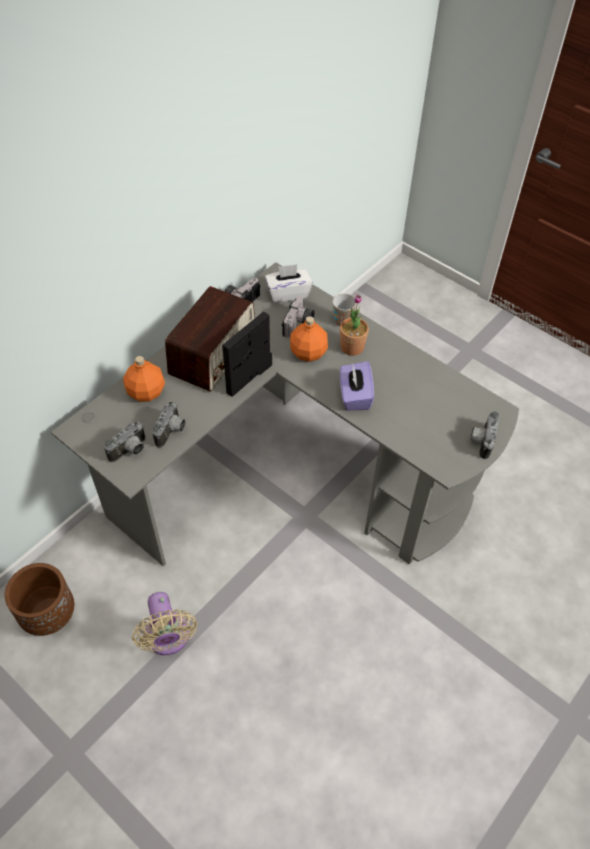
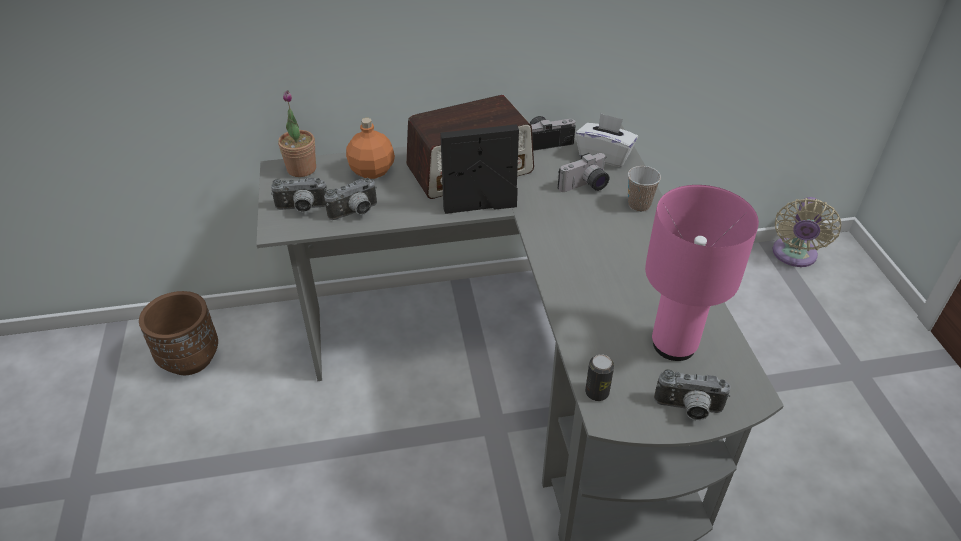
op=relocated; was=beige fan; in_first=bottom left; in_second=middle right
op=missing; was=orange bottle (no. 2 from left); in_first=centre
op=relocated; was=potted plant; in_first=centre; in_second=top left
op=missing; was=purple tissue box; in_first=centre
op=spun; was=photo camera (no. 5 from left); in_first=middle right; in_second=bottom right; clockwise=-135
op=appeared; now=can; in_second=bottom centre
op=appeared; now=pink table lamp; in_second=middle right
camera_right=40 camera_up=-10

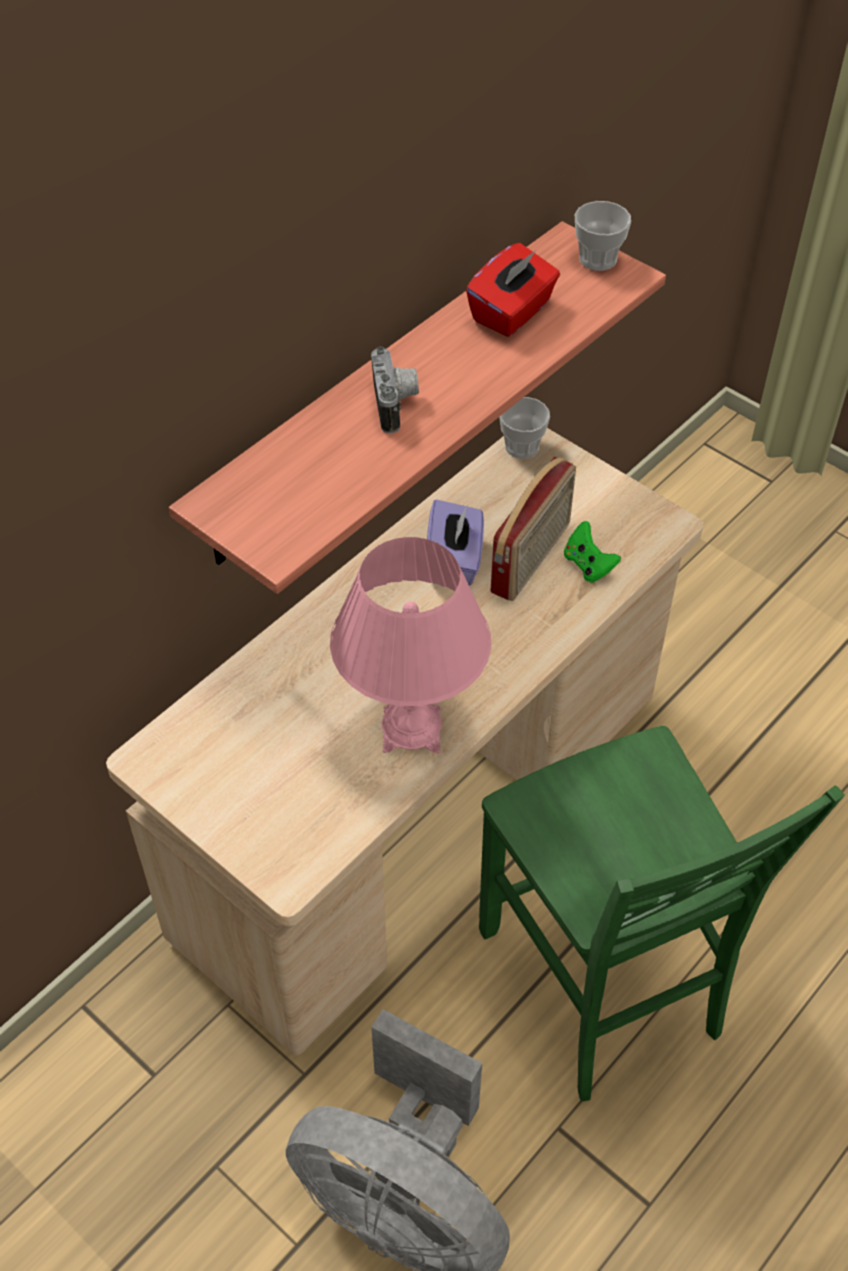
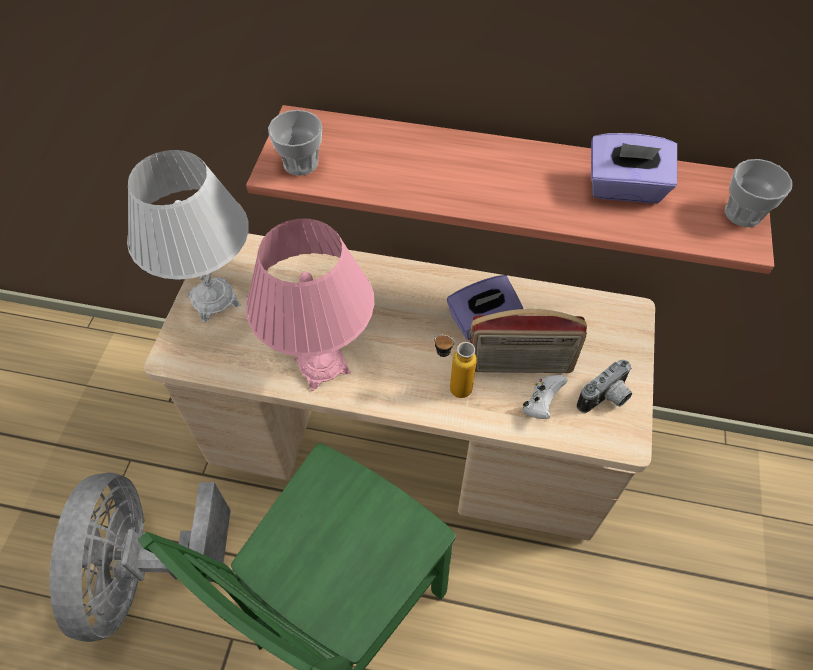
op=relocated; was=photo camera; in_first=top centre; in_second=middle right
op=colour; was=red tissue box; now=purple tissue box (no. 2 from left); in_first=top centre; in_second=top right
op=relocated; was=cup (no. 1 from left); in_first=centre; in_second=top centre
op=colour; was=green game controller; now=white game controller; in_first=middle right; in_second=middle right
op=appeared; now=white table lamp; in_second=middle left
op=appeared; now=bottle; in_second=centre
camera_right=60 camera_up=5

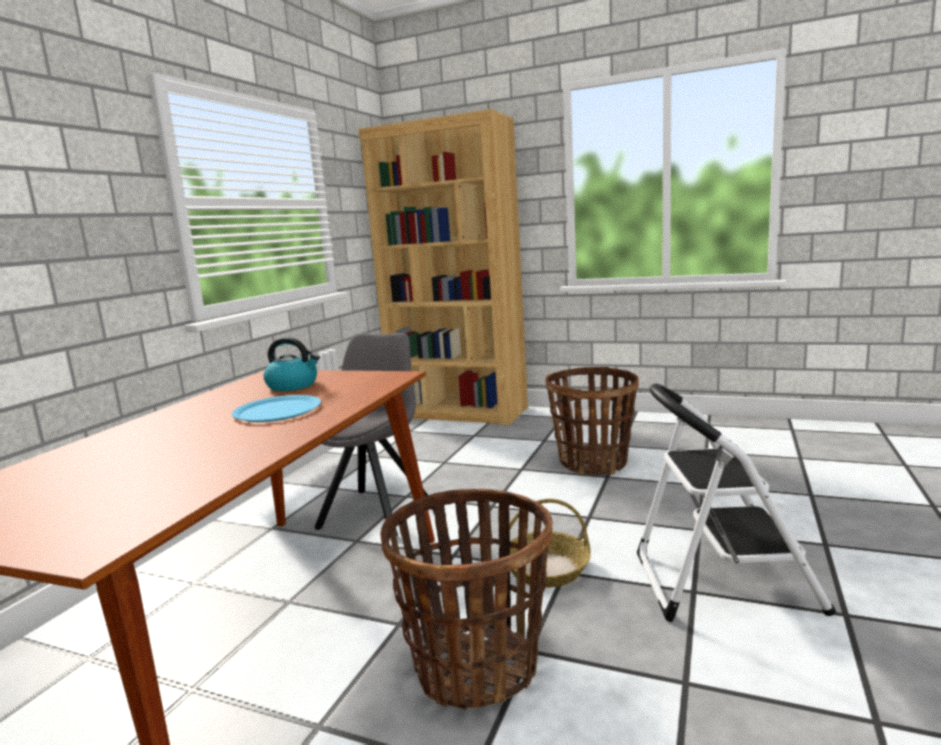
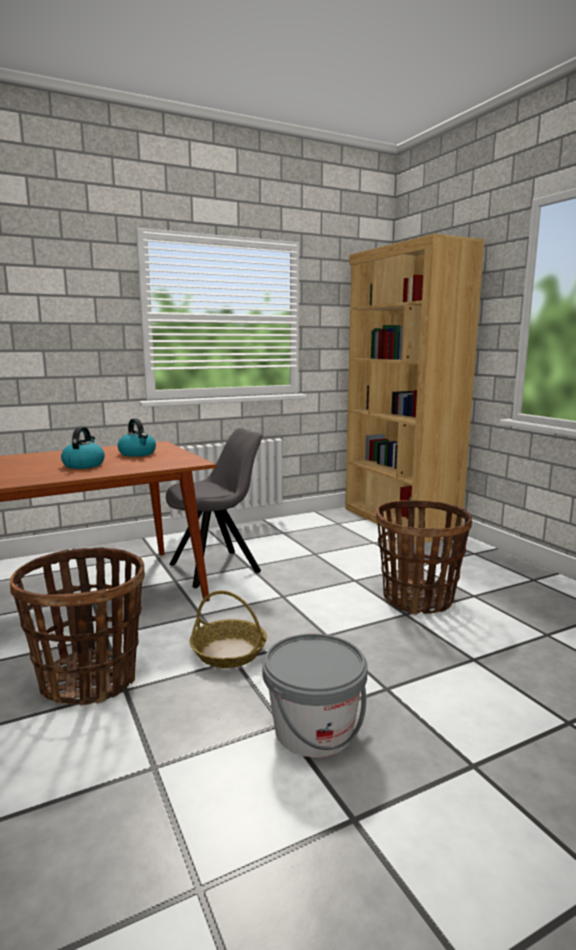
op=exchanged; was=blue plate; now=kettle (no. 1 from left); in_first=middle left; in_second=middle left
op=exchanged; was=step ladder; now=grey bucket; in_first=bottom right; in_second=bottom centre
camera_right=40 camera_up=0

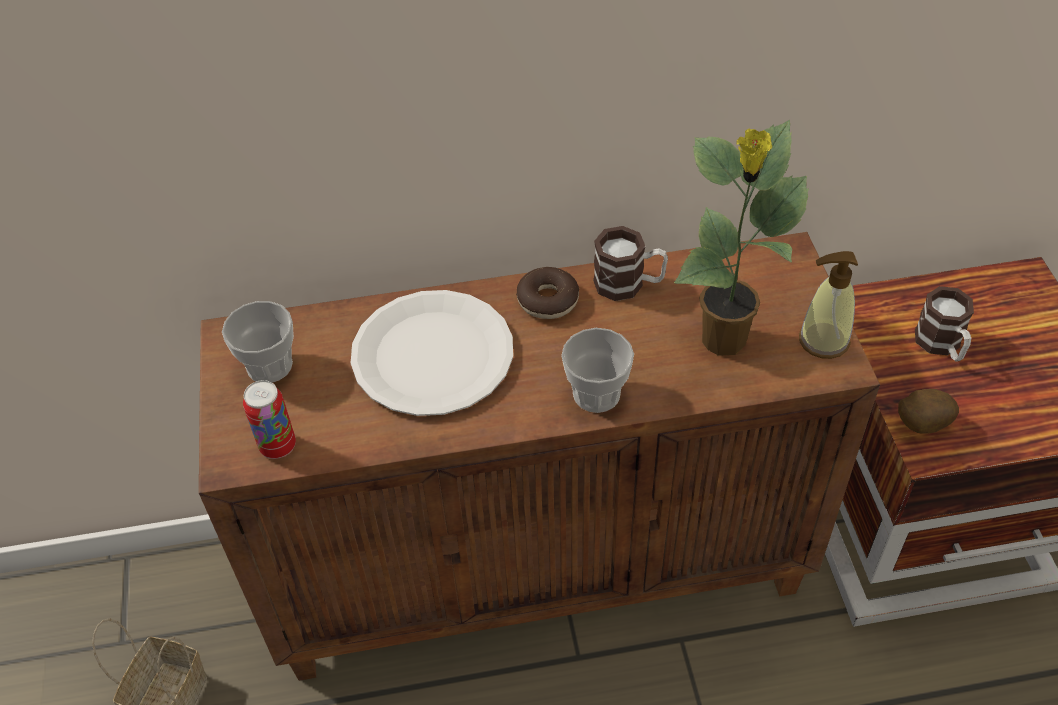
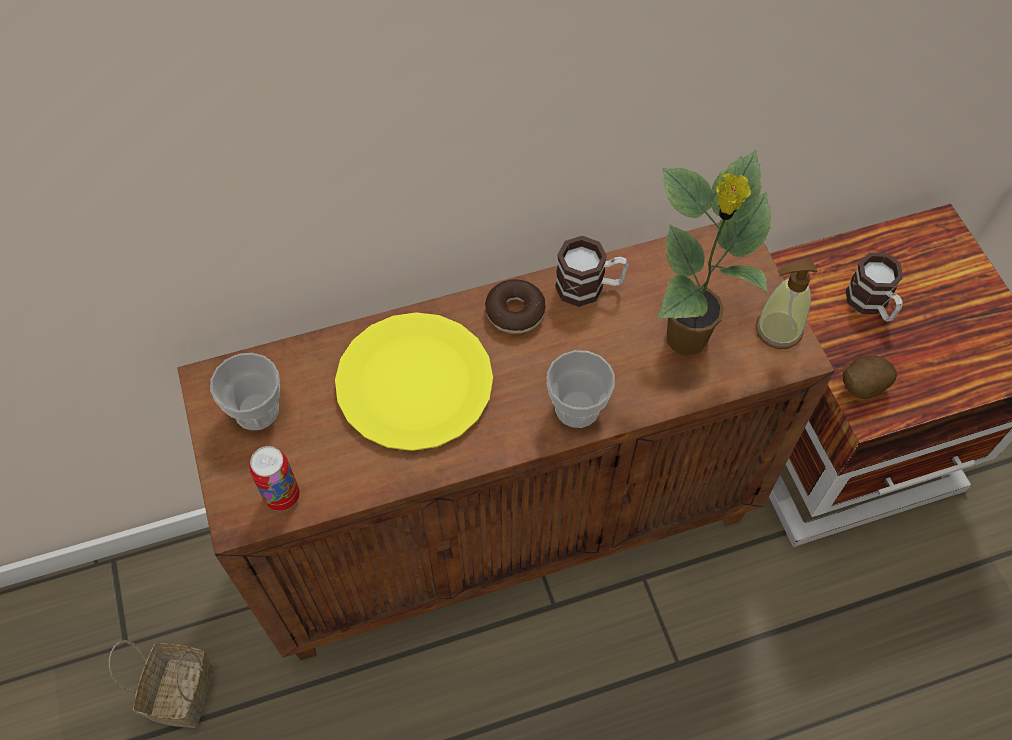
op=colour; was=white plate; now=yellow plate; in_first=centre; in_second=centre
camera_right=-10 camera_up=10

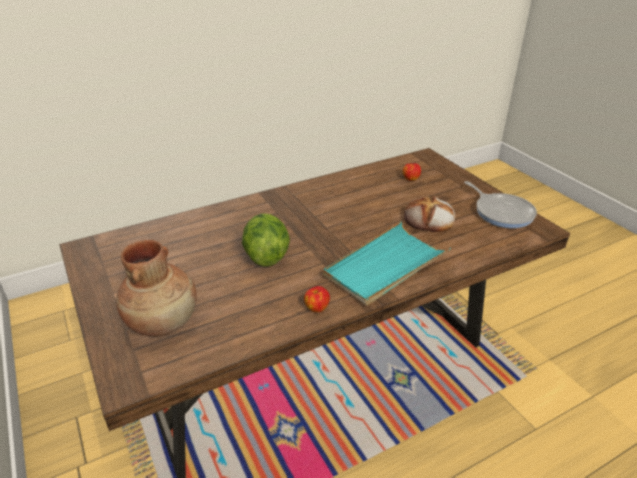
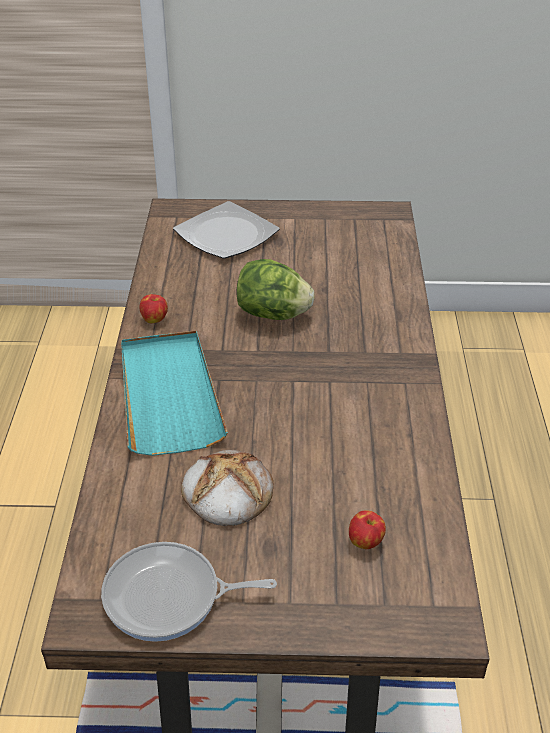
op=exchanged; was=brown vase; now=plate; in_first=middle left; in_second=top centre
camera_right=120 camera_up=5

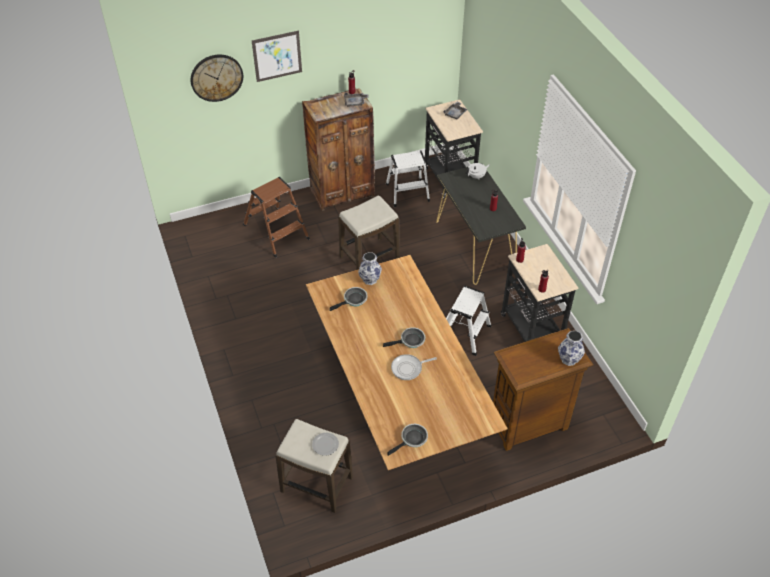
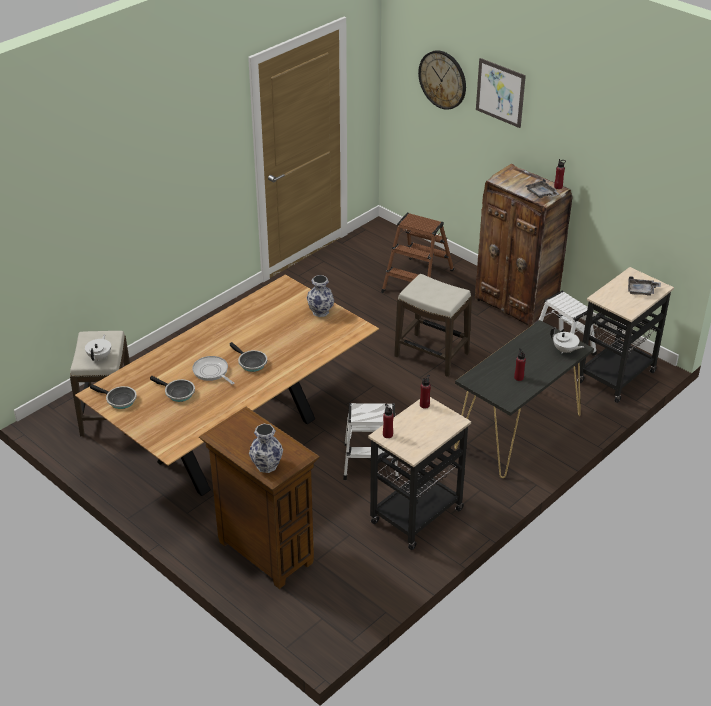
op=exchanged; was=plate; now=white teapot (no. 1 from left); in_first=bottom centre; in_second=middle left
op=relocated; was=frying pan (no. 1 from left in the first image); now=frying pan (no. 2 from left); in_first=centre; in_second=middle left
camera_right=65 camera_up=-10

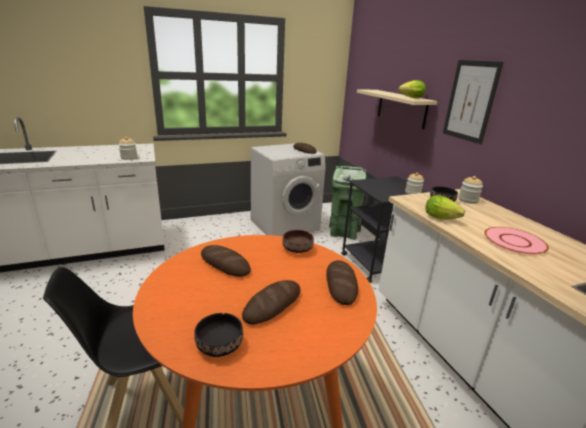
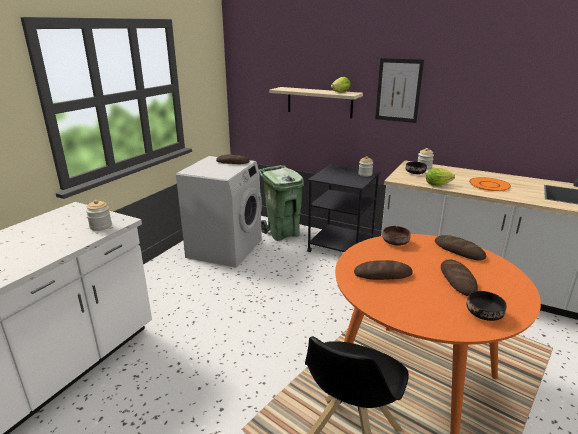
op=colour; was=pink plate; now=orange plate; in_first=middle right; in_second=middle right
camera_right=-40 camera_up=0

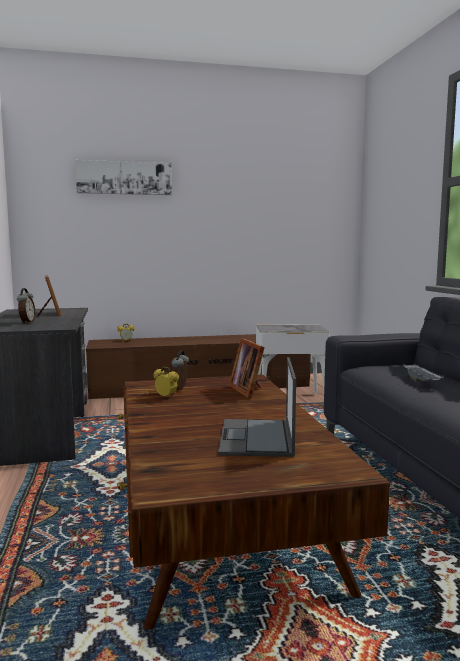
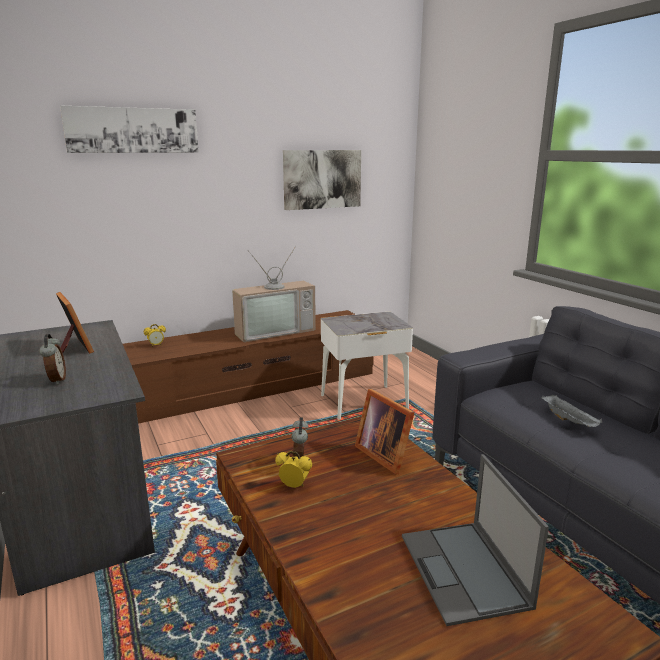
op=appeared; now=television; in_second=centre
op=appeared; now=picture (no. 2 from left); in_second=top centre
camera_right=-15 camera_up=10

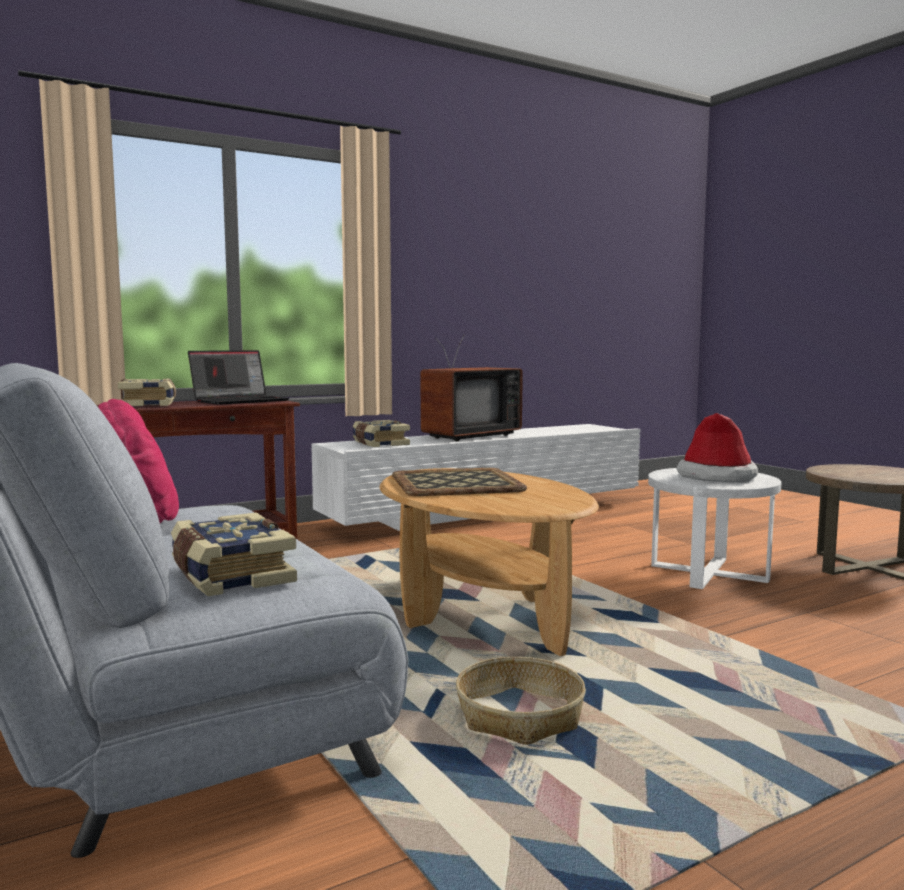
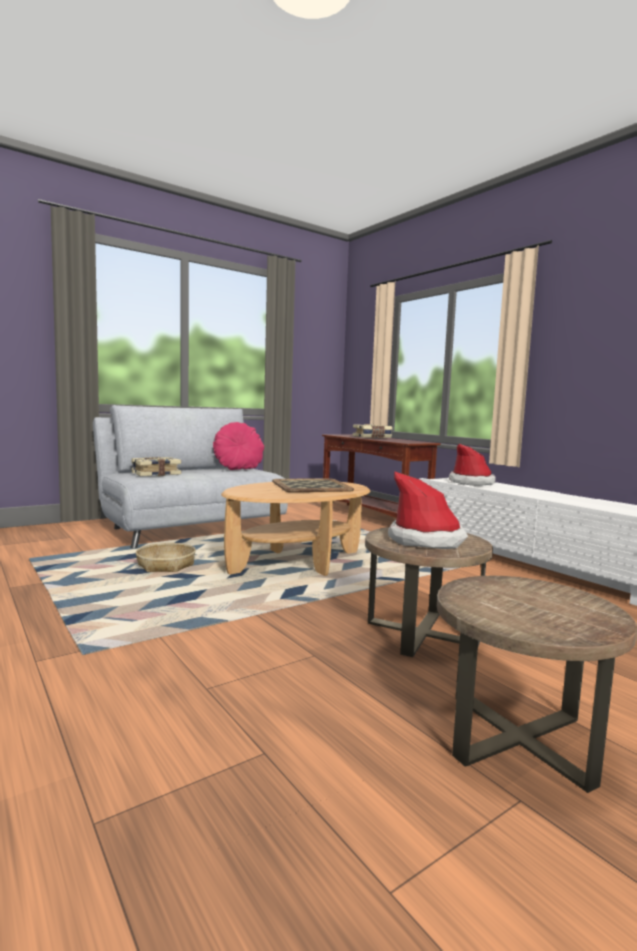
op=missing; was=laptop; in_first=middle left
op=exchanged; was=book (no. 3 from left); now=hat (no. 2 from left); in_first=centre; in_second=middle right
op=missing; was=television; in_first=centre
op=colour; was=white side table; now=brown side table (no. 1 from left); in_first=middle right; in_second=middle right
camera_right=85 camera_up=0

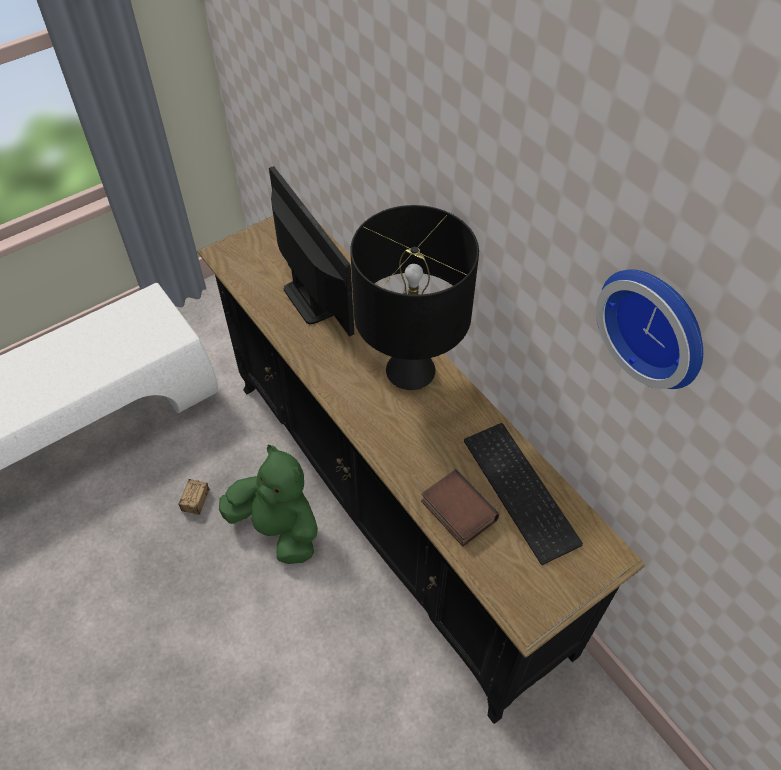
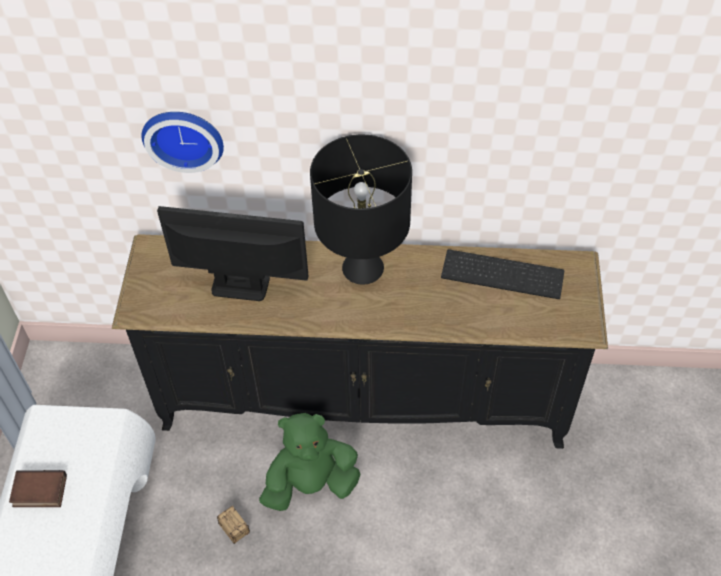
op=relocated; was=book; in_first=centre; in_second=bottom left
op=relocated; was=wall clock; in_first=middle right; in_second=top left
camera_right=-50 camera_up=0

